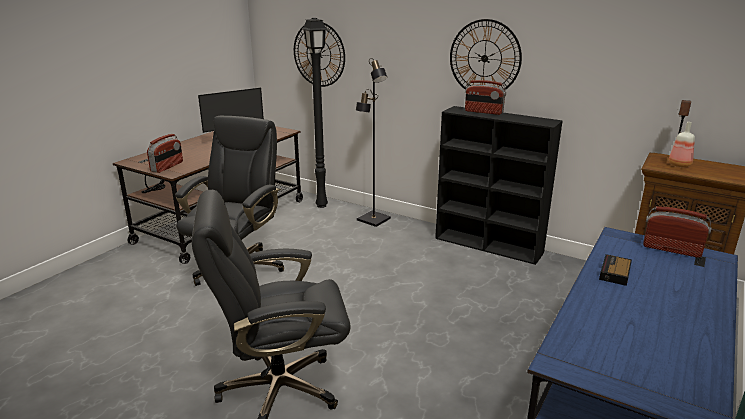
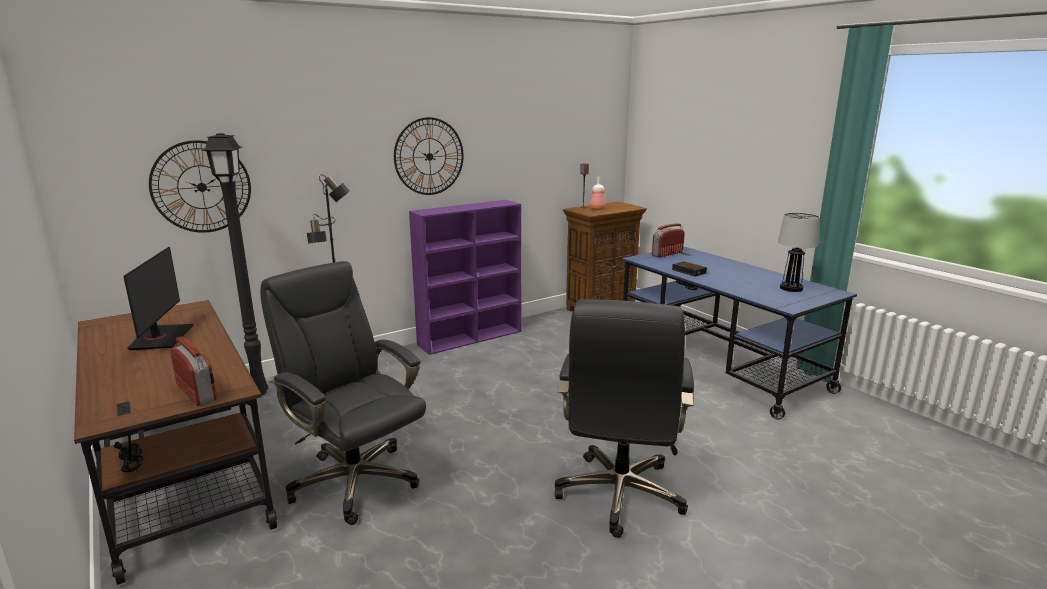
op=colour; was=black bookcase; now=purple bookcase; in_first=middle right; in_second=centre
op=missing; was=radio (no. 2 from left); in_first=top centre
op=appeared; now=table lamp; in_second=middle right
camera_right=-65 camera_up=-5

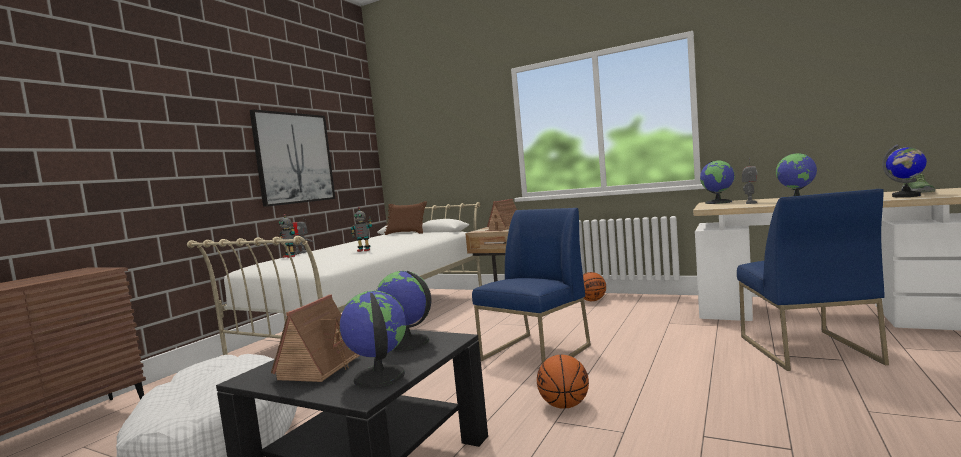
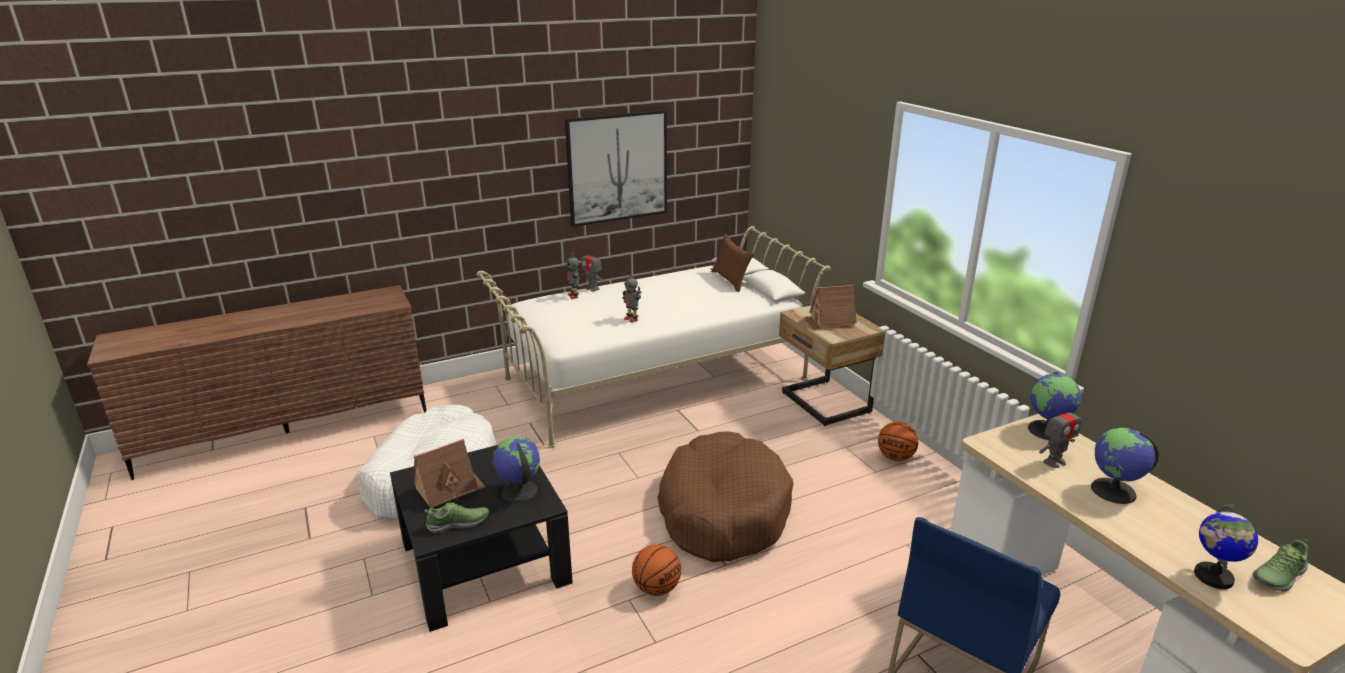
op=exchanged; was=globe (no. 1 from left); now=shoe (no. 1 from left); in_first=bottom centre; in_second=bottom centre
op=exchanged; was=blue chair (no. 1 from left); now=brown dog bed; in_first=centre; in_second=bottom centre
camera_right=35 camera_up=20

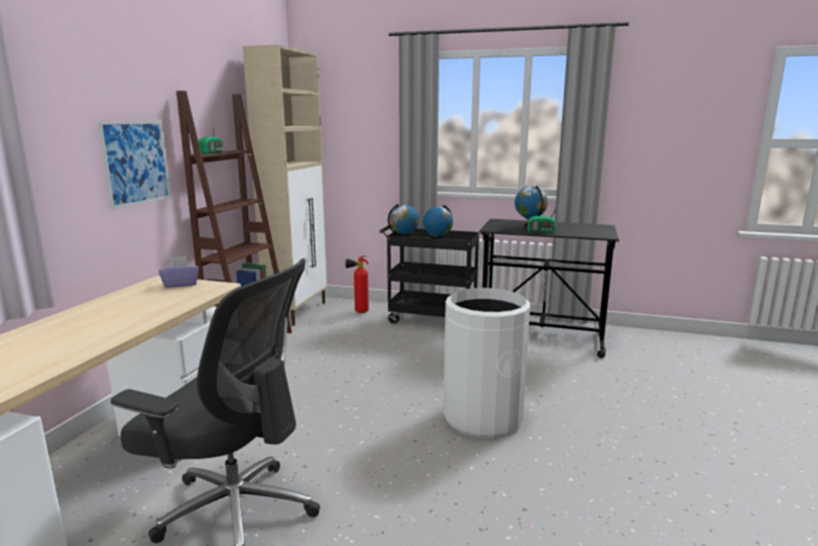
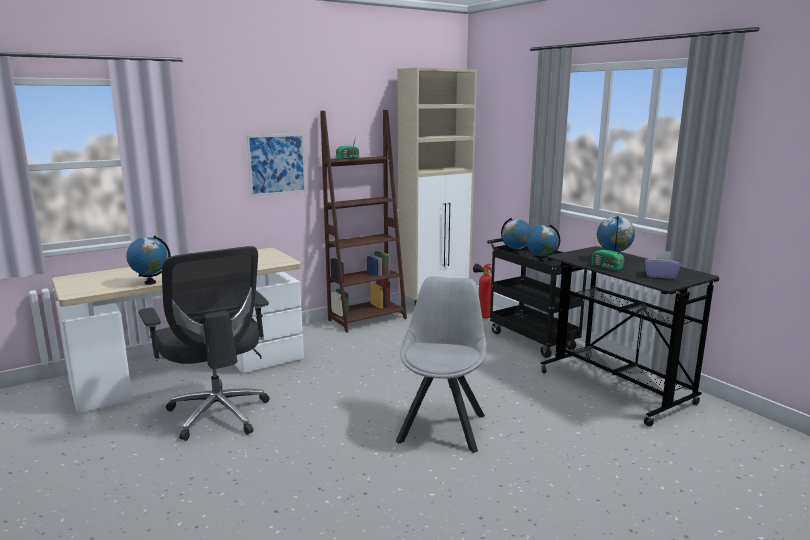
op=relocated; was=purple tissue box; in_first=middle left; in_second=middle right
op=exchanged; was=white trash can; now=grey chair; in_first=centre; in_second=bottom centre
op=appeared; now=globe (no. 1 from left); in_second=middle left
camera_right=40 camera_up=0

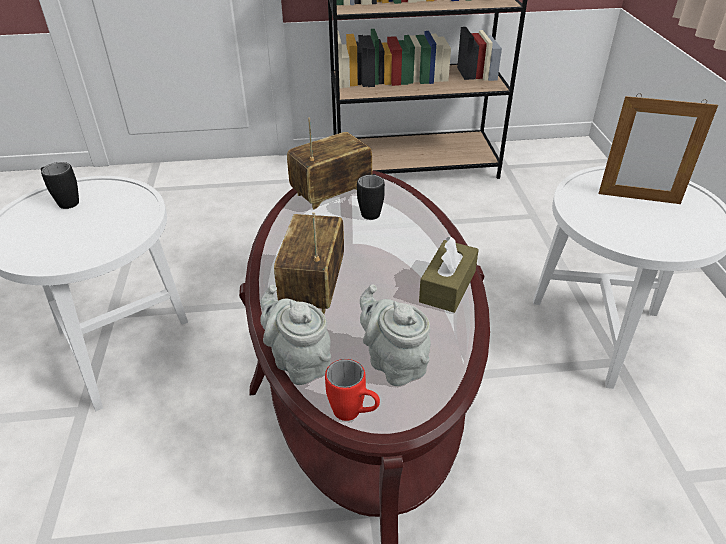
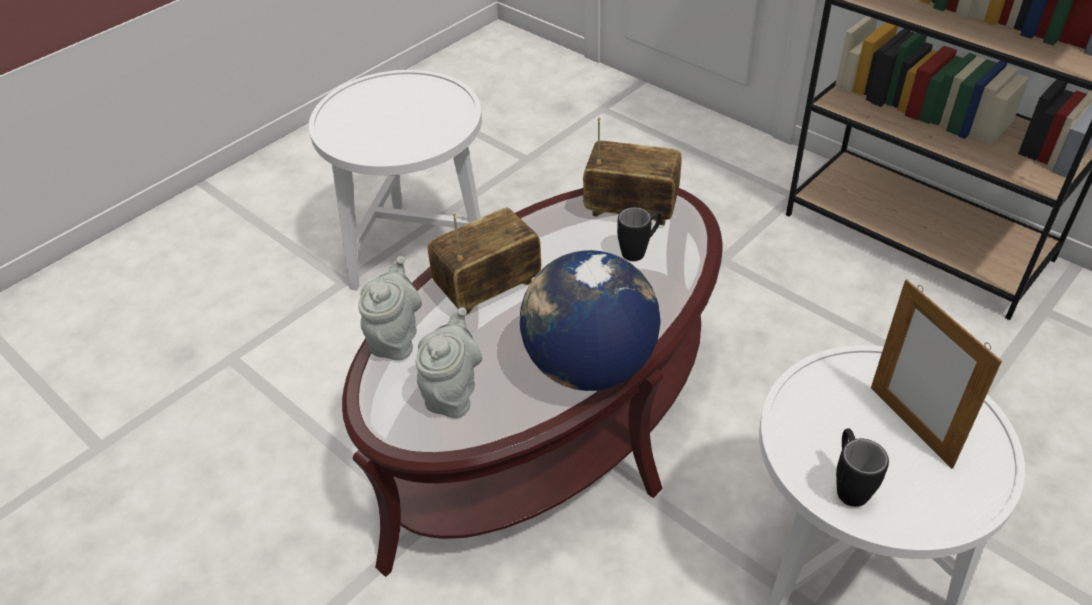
op=relocated; was=black mug (no. 1 from left in the first image); now=black mug (no. 2 from left); in_first=middle left; in_second=bottom right
op=missing; was=red mug; in_first=bottom centre
op=exchanged; was=brown tissue box; now=globe; in_first=centre; in_second=centre
camera_right=50 camera_up=5

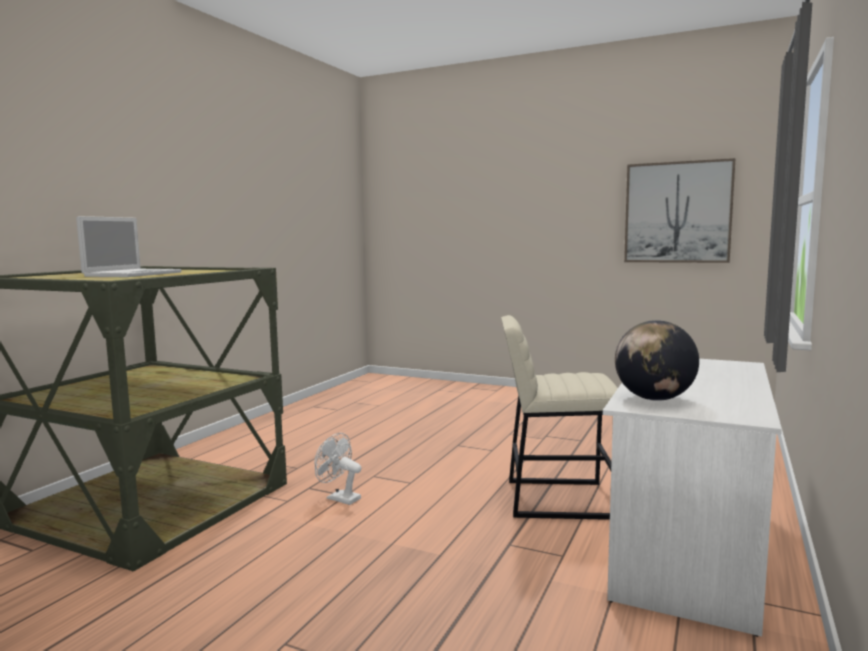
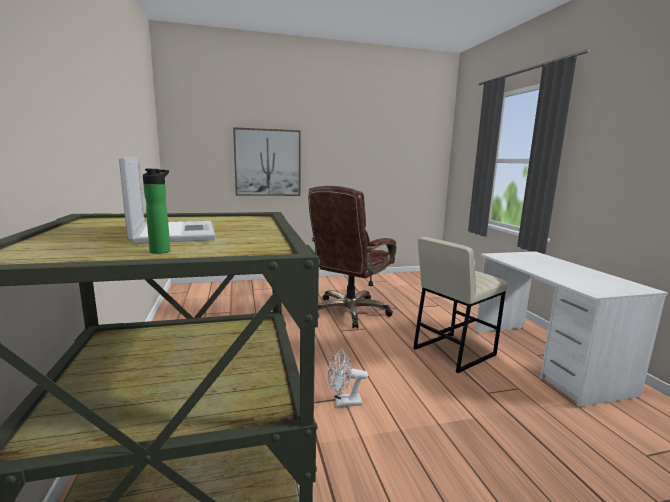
op=missing; was=globe; in_first=middle right
op=relocated; was=picture; in_first=top right; in_second=top centre
op=appeared; now=bottle; in_second=middle left
op=appeared; now=brown office chair; in_second=centre
camera_right=-40 camera_up=5

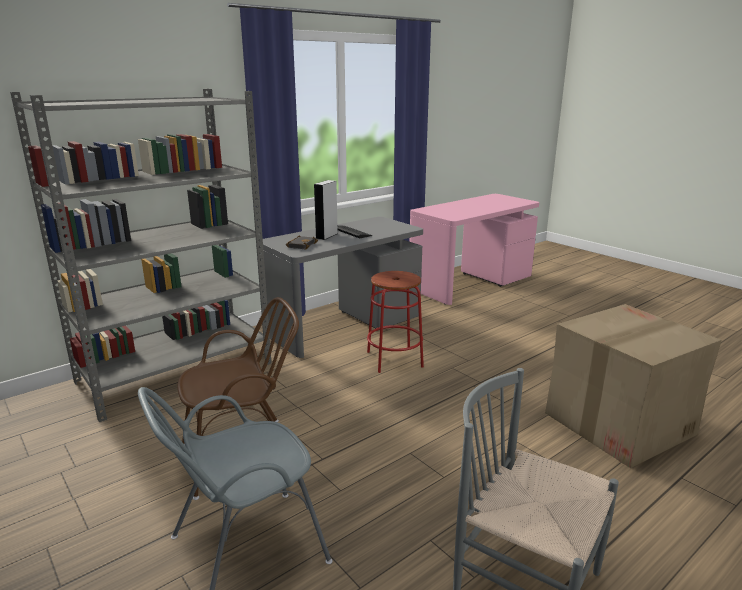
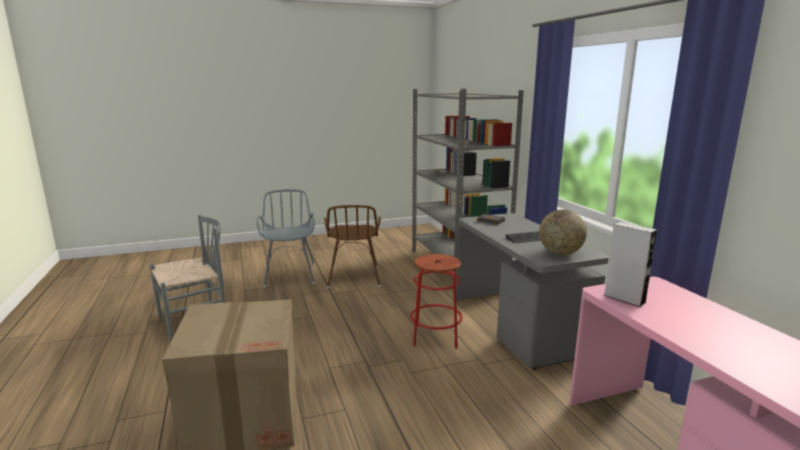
op=relocated; was=grey speaker; in_first=centre; in_second=middle right
op=appeared; now=globe; in_second=middle right
camera_right=110 camera_up=-5

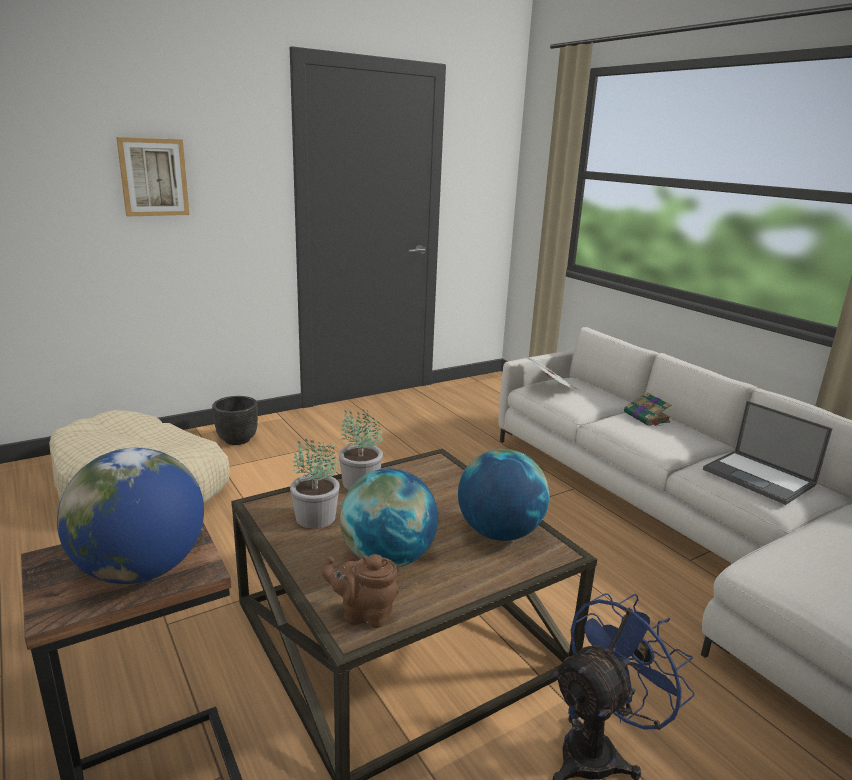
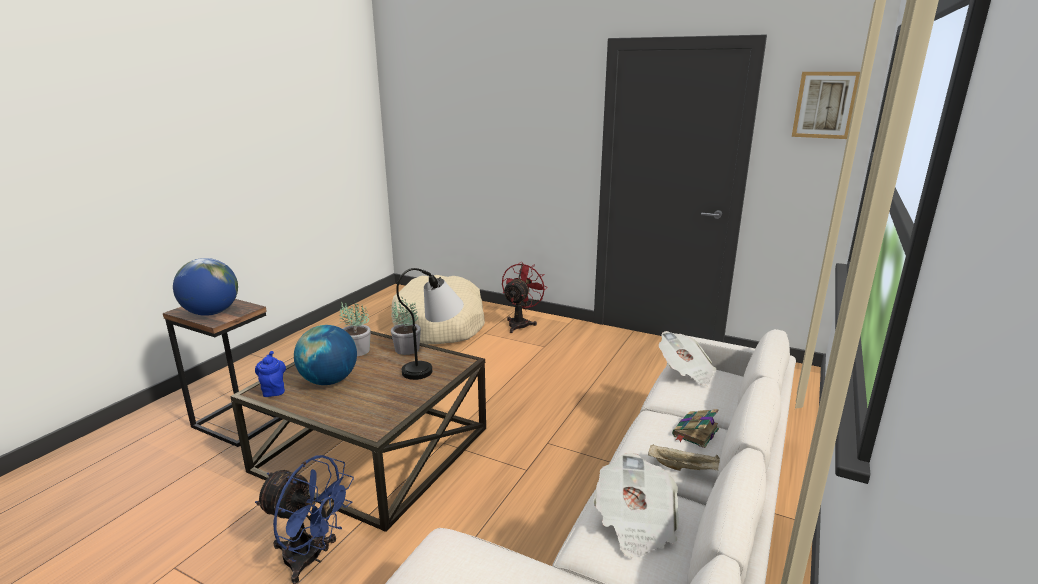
op=relocated; was=picture; in_first=top left; in_second=top right
op=exchanged; was=black planter; now=red fan; in_first=middle left; in_second=centre
op=colour; was=brown teapot; now=blue teapot; in_first=bottom centre; in_second=middle left
op=missing; was=globe (no. 3 from left); in_first=centre
op=exchanged; was=laptop; now=newspaper (no. 1 from left); in_first=middle right; in_second=bottom centre
op=appeared; now=table lamp; in_second=centre
op=appeared; now=beige tray; in_second=bottom centre
camera_right=60 camera_up=0

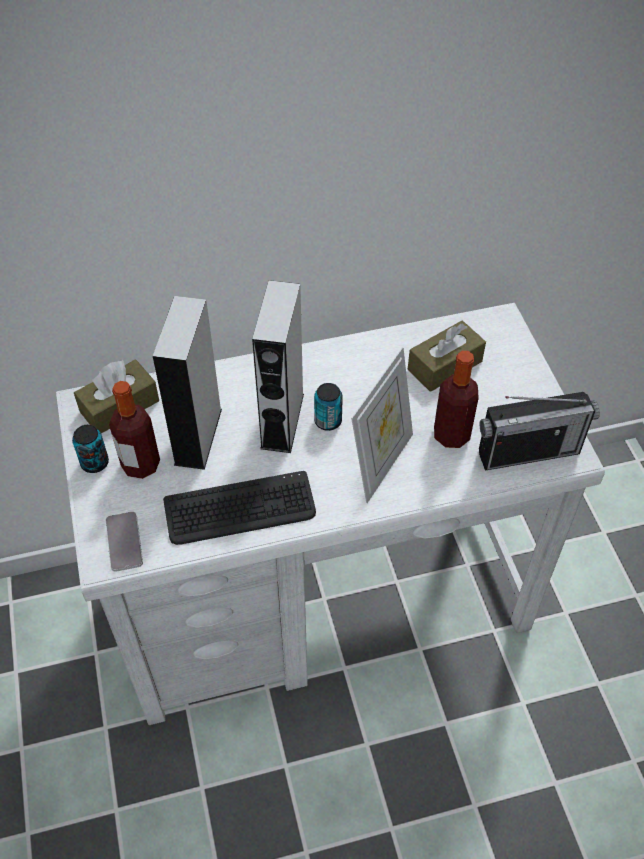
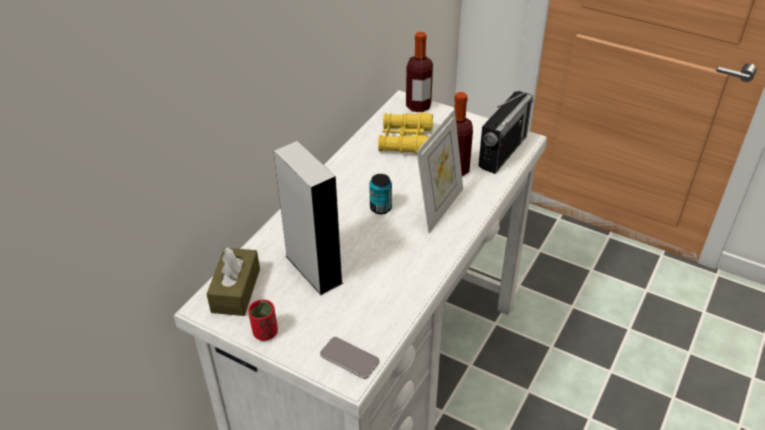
op=exchanged; was=can (no. 1 from left); now=red cup; in_first=middle left; in_second=bottom centre
op=relocated; was=bottle (no. 1 from left); in_first=middle left; in_second=top centre
op=missing; was=keyboard; in_first=centre
op=missing; was=grey speaker (no. 2 from left); in_first=centre
op=spun; was=picture frame; in_first=centre; in_second=centre; clockwise=45
op=exchanged; was=brown tissue box (no. 2 from left); now=yellow binoculars; in_first=middle right; in_second=top centre
camera_right=-45 camera_up=-10

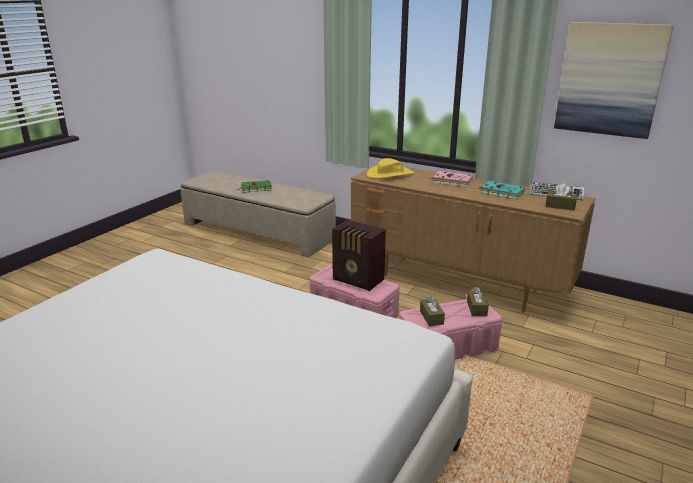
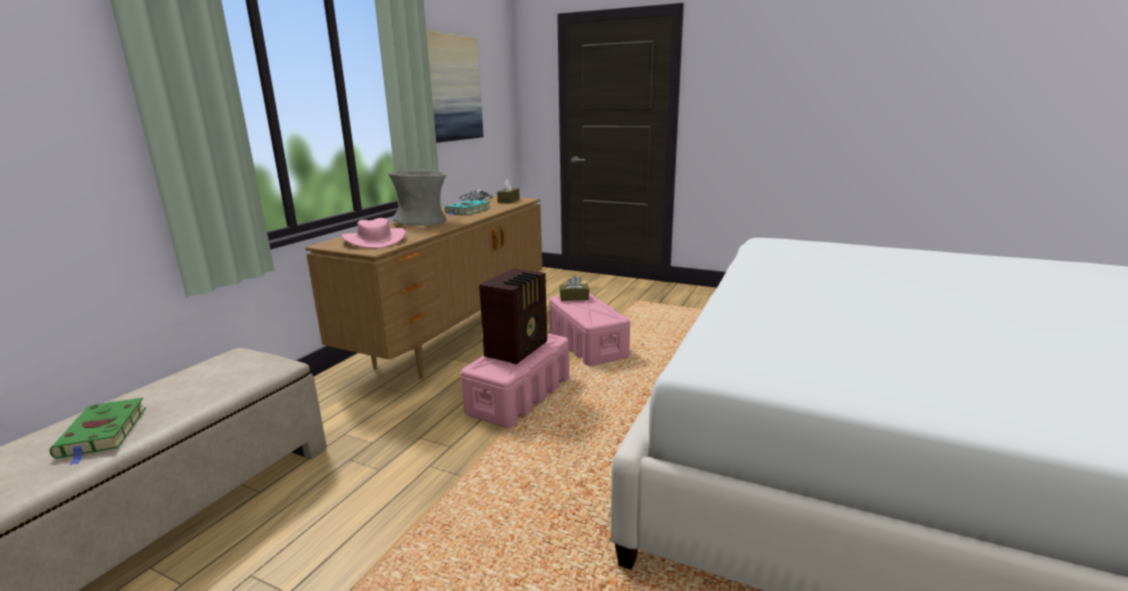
op=colour; was=yellow hat; now=pink hat; in_first=centre; in_second=middle left
op=missing; was=brown tissue box (no. 1 from left); in_first=centre
op=exchanged; was=pink book; now=grey vase; in_first=centre; in_second=centre
camera_right=-95 camera_up=-5

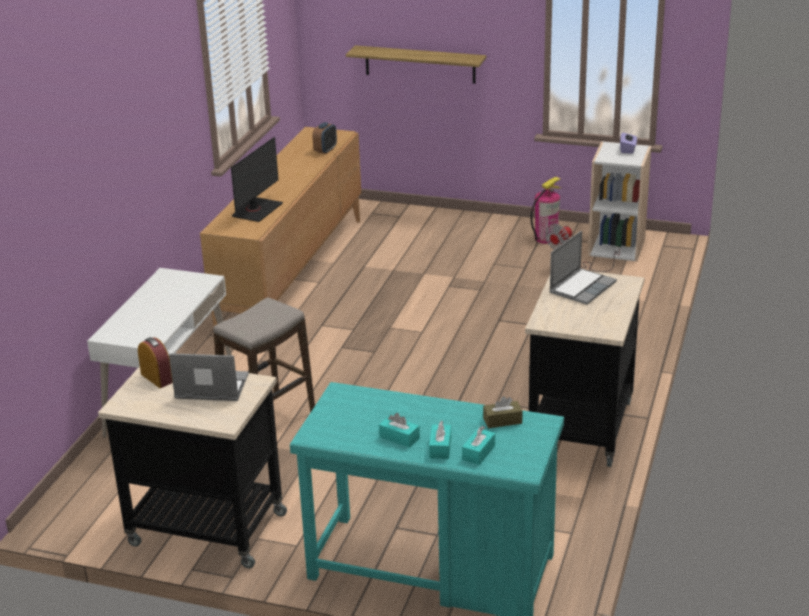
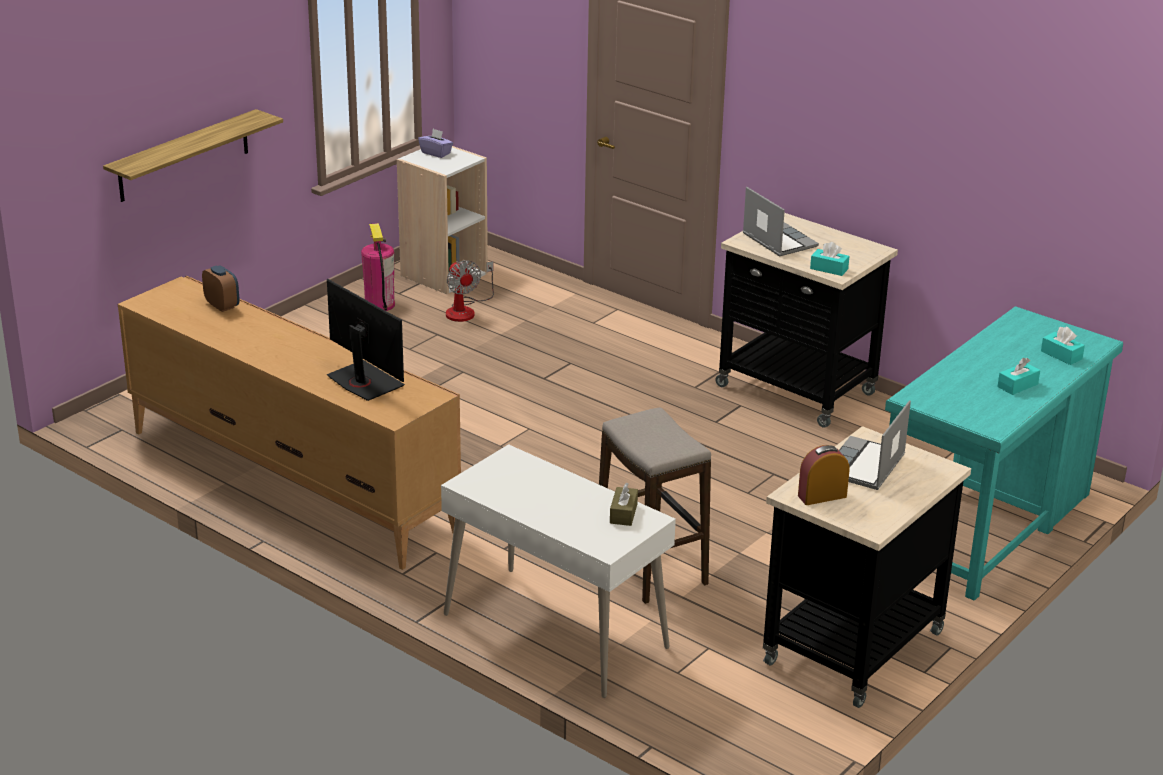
op=relocated; was=turquoise tissue box (no. 2 from left in the first image); now=turquoise tissue box (no. 1 from left); in_first=bottom centre; in_second=middle right
op=relocated; was=brown tissue box; in_first=bottom centre; in_second=centre
camera_right=-70 camera_up=0

